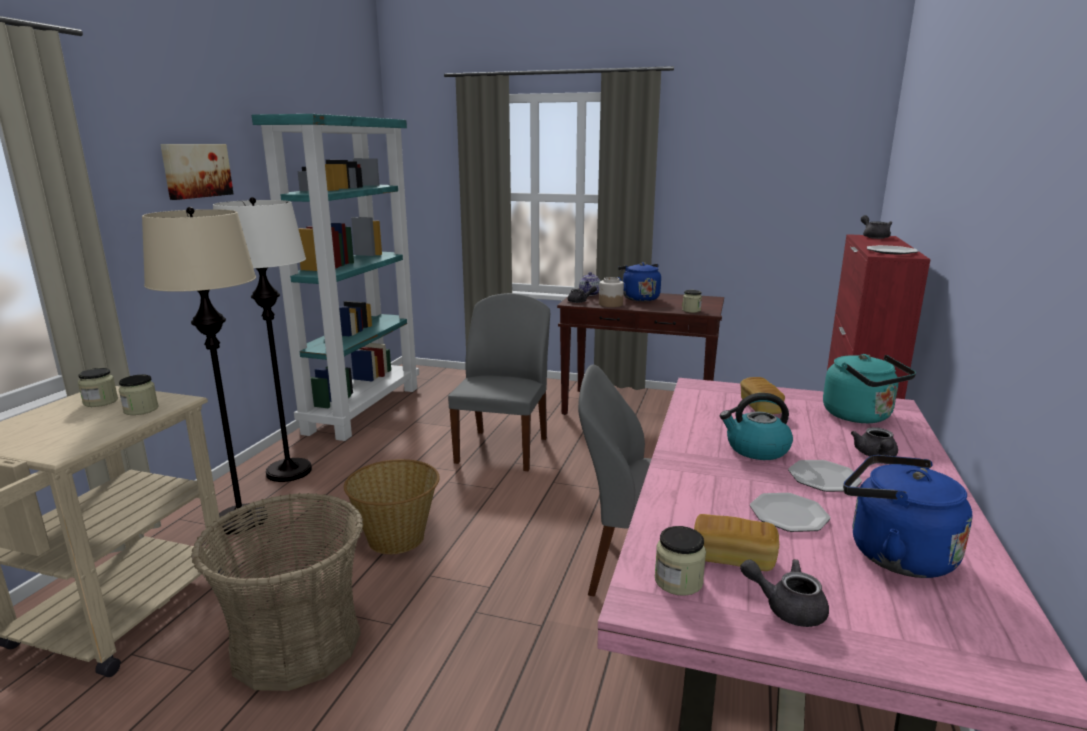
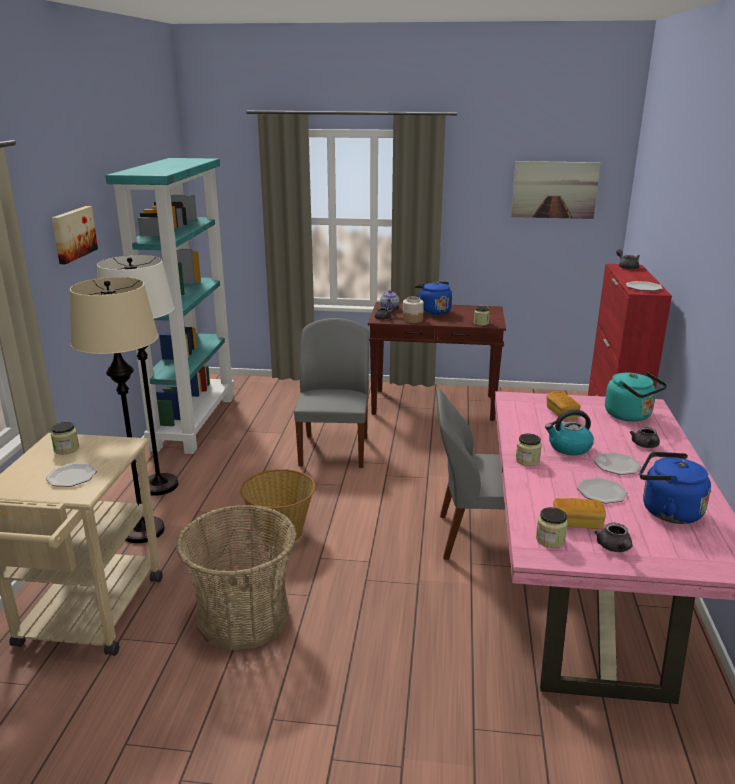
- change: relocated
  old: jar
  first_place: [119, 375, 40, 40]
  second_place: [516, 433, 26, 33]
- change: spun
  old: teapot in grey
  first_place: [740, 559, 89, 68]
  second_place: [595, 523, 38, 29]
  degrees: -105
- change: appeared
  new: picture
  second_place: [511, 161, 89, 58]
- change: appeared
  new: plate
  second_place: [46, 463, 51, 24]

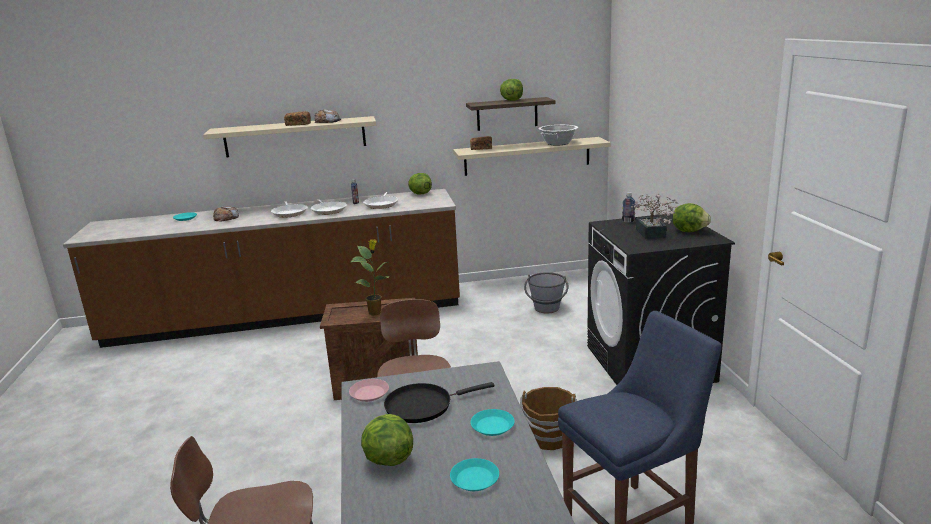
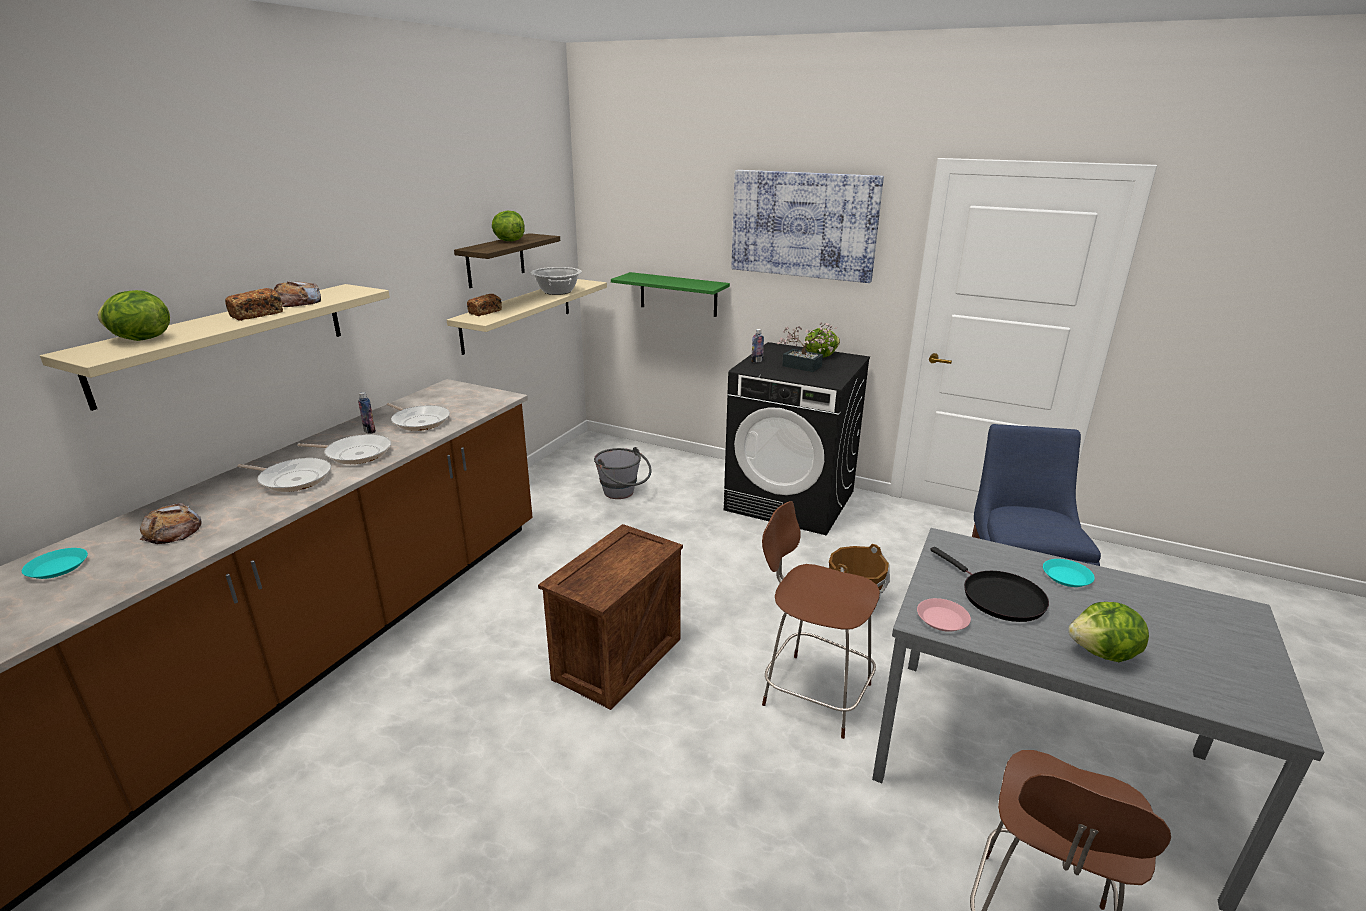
- change: relocated
  old: lettuce
  first_place: [408, 173, 24, 21]
  second_place: [97, 290, 73, 51]
- change: missing
  old: potted plant
  first_place: [351, 239, 40, 76]
- change: spun
  old: frying pan in black
  first_place: [384, 382, 110, 41]
  second_place: [930, 547, 119, 75]
  degrees: -45
- change: missing
  old: plate in turquoise
  first_place: [450, 458, 49, 33]
- change: appeared
  new: picture
  second_place: [731, 170, 153, 113]
- change: appeared
  new: shelf in green
  second_place: [611, 272, 119, 45]

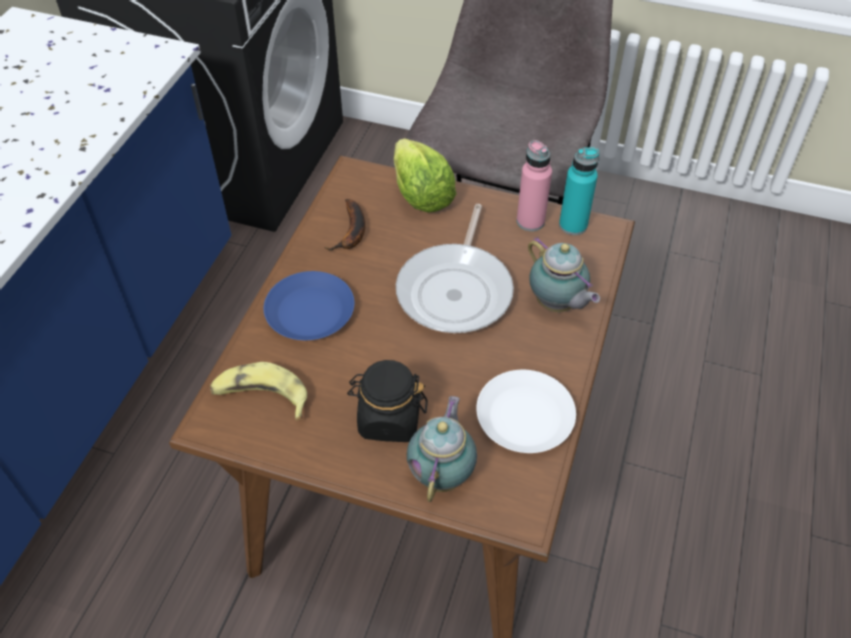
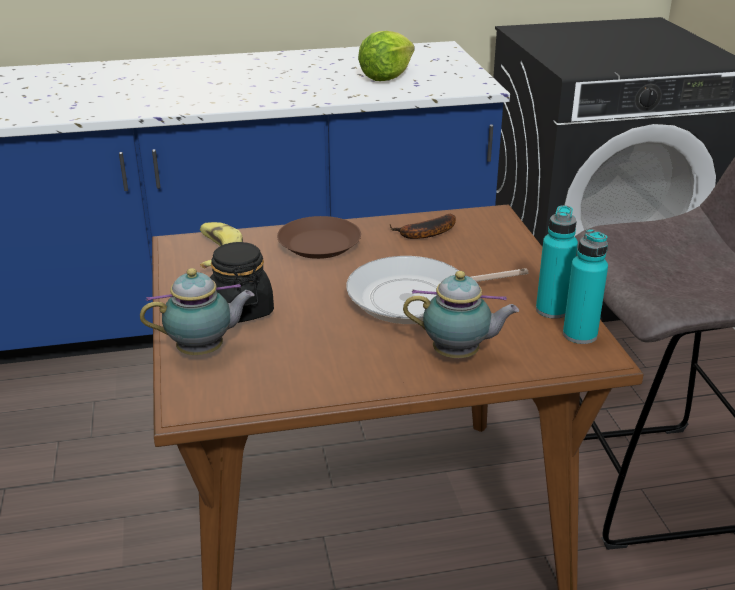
- change: relocated
  old: lettuce
  first_place: [394, 139, 62, 74]
  second_place: [358, 31, 57, 50]
- change: colour
  old: bottle in pink
  new: bottle in turquoise
  first_place: [517, 140, 35, 91]
  second_place: [536, 205, 42, 114]
- change: spun
  old: teapot
  first_place: [528, 237, 72, 75]
  second_place: [403, 271, 116, 87]
  degrees: -105
- change: colour
  old: plate in blue
  new: plate in brown
  first_place: [264, 271, 90, 69]
  second_place: [277, 216, 84, 43]
- change: missing
  old: plate in white
  first_place: [476, 370, 100, 83]

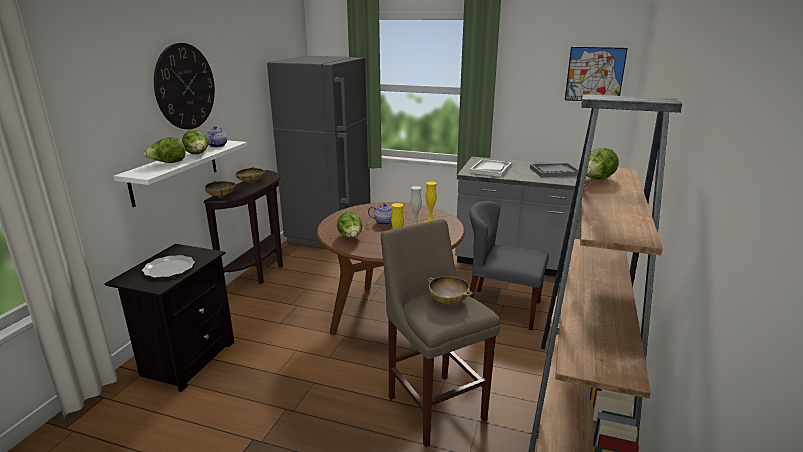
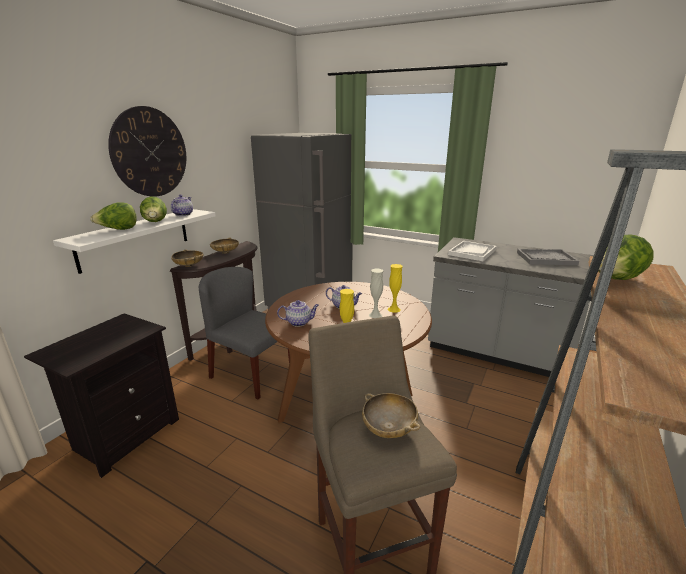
- change: missing
  old: picture
  first_place: [565, 47, 63, 54]
- change: relocated
  old: chair in grey
  first_place: [469, 201, 80, 129]
  second_place: [199, 267, 91, 132]
- change: exchanged
  old: lettuce
  new: teapot
  first_place: [337, 211, 26, 27]
  second_place: [277, 300, 42, 27]
- change: missing
  old: plate
  first_place: [142, 255, 53, 23]

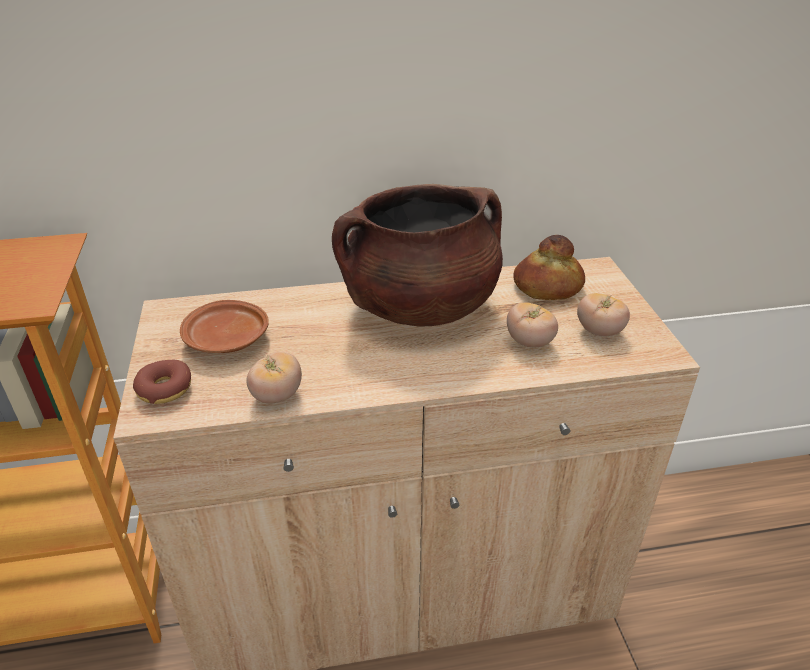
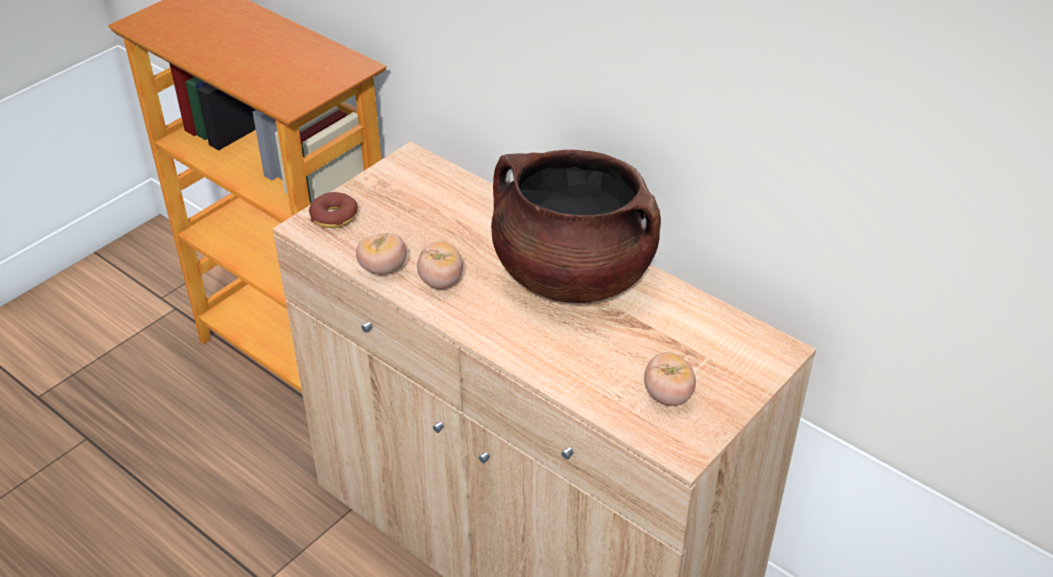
- change: missing
  old: bread
  first_place: [513, 235, 72, 65]
- change: missing
  old: plate in brown
  first_place: [180, 300, 89, 53]
- change: relocated
  old: tomato
  first_place: [507, 302, 51, 46]
  second_place: [417, 241, 46, 48]

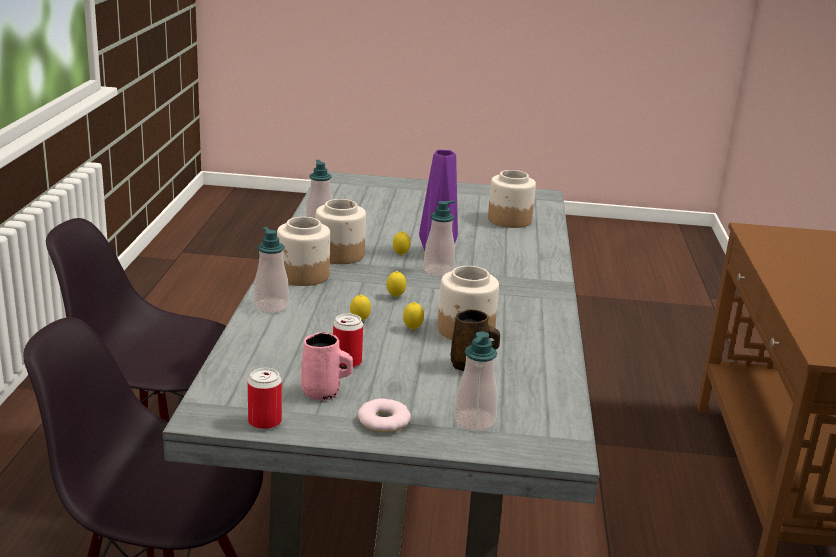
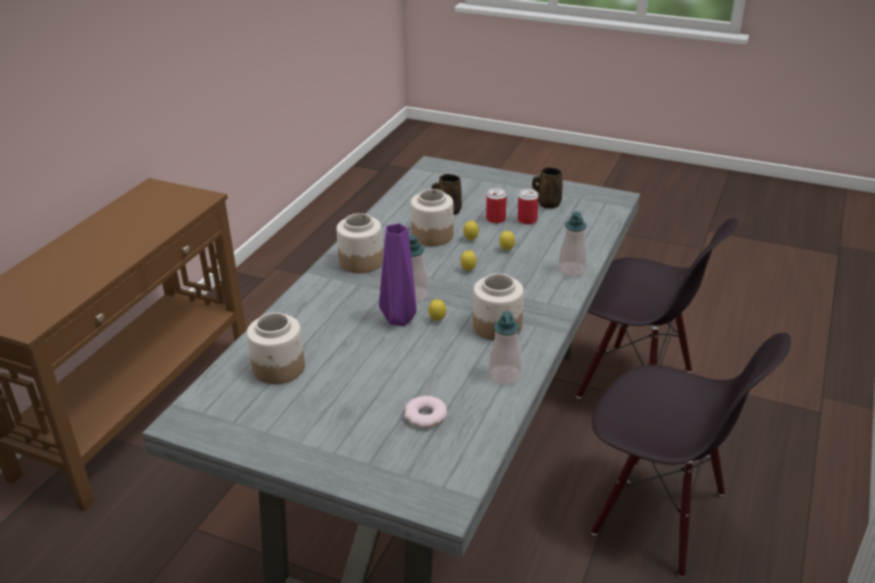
- change: relocated
  old: jar
  first_place: [277, 217, 53, 69]
  second_place: [336, 213, 47, 60]
- change: colour
  old: mug in pink
  new: mug in brown
  first_place: [301, 332, 52, 69]
  second_place: [532, 167, 30, 42]
- change: missing
  old: soap dispenser
  first_place: [454, 332, 44, 99]
- change: relocated
  old: can
  first_place: [248, 368, 34, 61]
  second_place: [486, 188, 21, 36]
- change: relocated
  old: donut
  first_place: [357, 398, 54, 34]
  second_place: [404, 396, 43, 32]

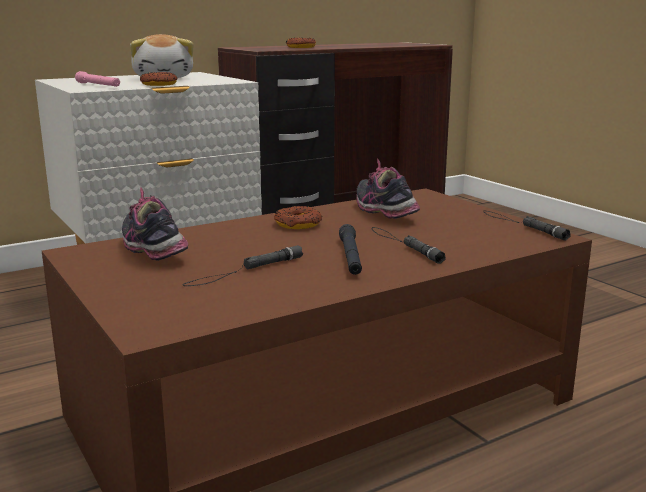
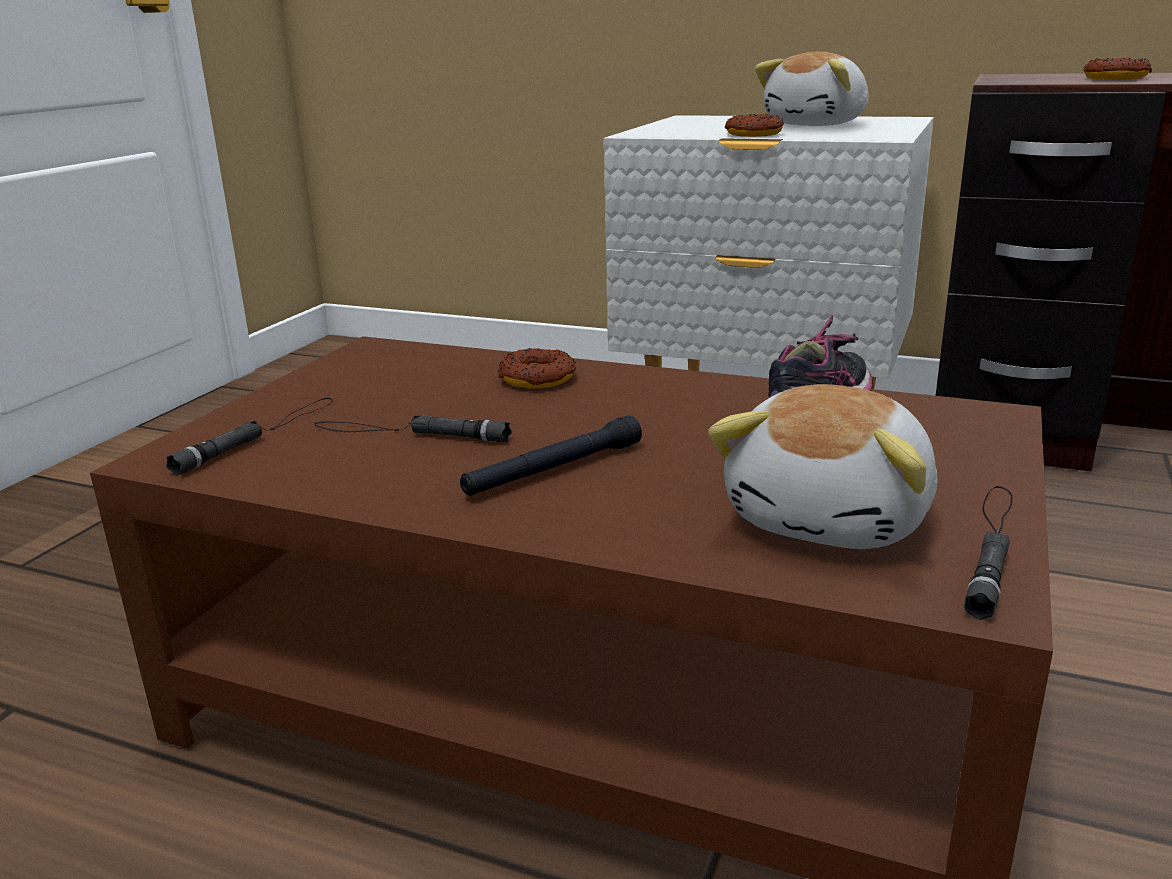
- change: missing
  old: flashlight in pink
  first_place: [75, 71, 45, 16]
- change: missing
  old: shoe
  first_place: [122, 187, 66, 74]
- change: relocated
  old: donut
  first_place: [274, 206, 48, 23]
  second_place: [498, 348, 78, 41]
- change: relocated
  old: flashlight in black
  first_place: [372, 227, 74, 37]
  second_place: [166, 398, 167, 78]
- change: appeared
  new: plush toy
  second_place: [708, 384, 229, 165]

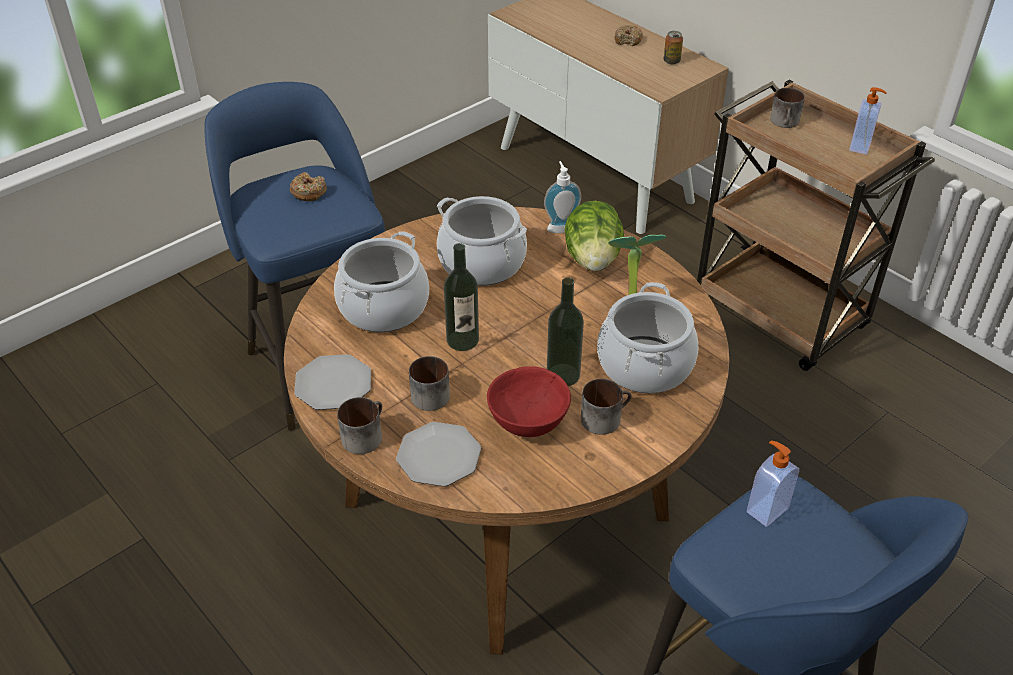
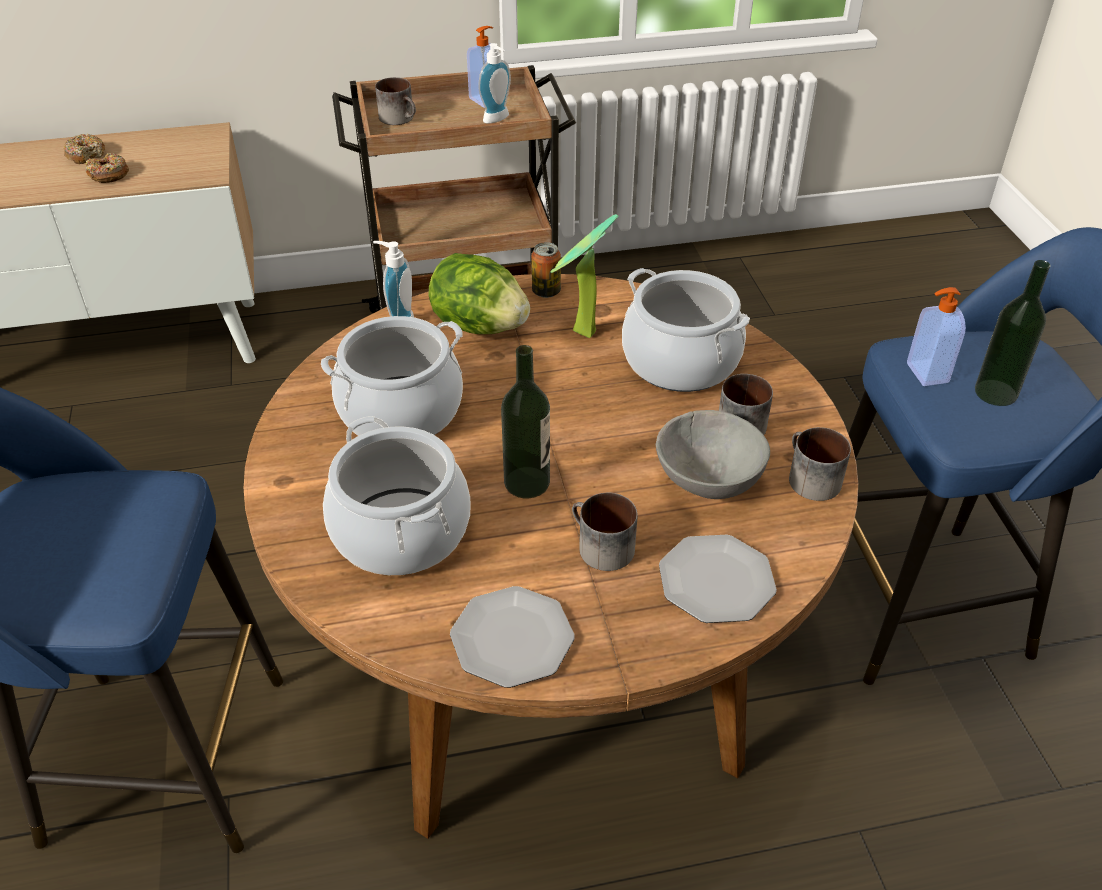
- change: relocated
  old: can
  first_place: [664, 31, 19, 34]
  second_place: [531, 242, 30, 56]
- change: relocated
  old: donut
  first_place: [290, 172, 37, 29]
  second_place: [85, 153, 44, 30]
- change: relocated
  old: bottle
  first_place: [547, 277, 37, 109]
  second_place: [975, 260, 76, 146]
- change: colour
  old: bowl in red
  new: bowl in grey
  first_place: [487, 366, 84, 71]
  second_place: [656, 410, 114, 89]
- change: relocated
  old: mug
  first_place: [337, 397, 45, 57]
  second_place: [789, 427, 62, 74]
- change: appeared
  new: soap dispenser
  second_place: [478, 43, 33, 80]

